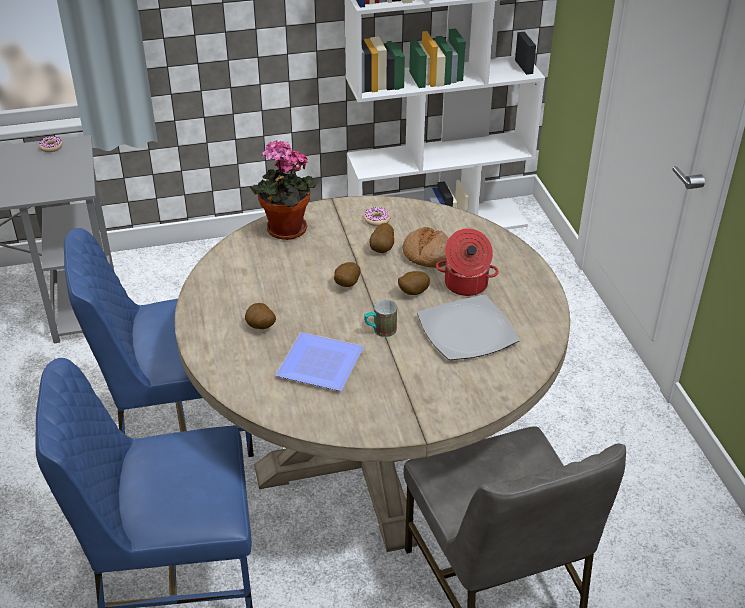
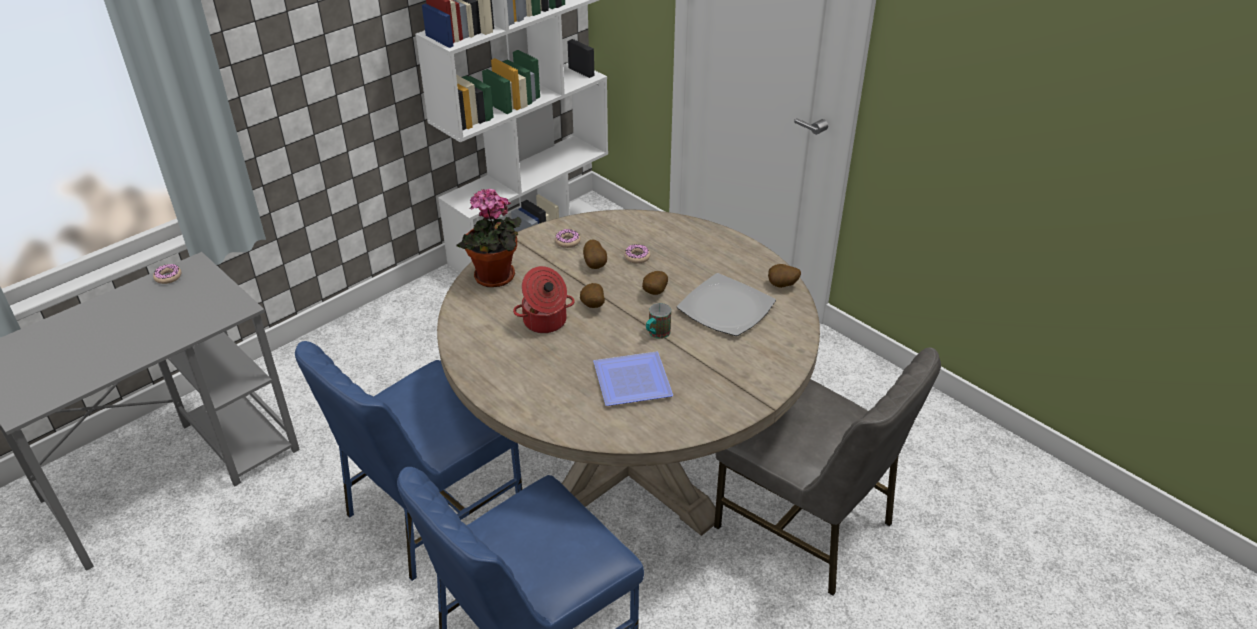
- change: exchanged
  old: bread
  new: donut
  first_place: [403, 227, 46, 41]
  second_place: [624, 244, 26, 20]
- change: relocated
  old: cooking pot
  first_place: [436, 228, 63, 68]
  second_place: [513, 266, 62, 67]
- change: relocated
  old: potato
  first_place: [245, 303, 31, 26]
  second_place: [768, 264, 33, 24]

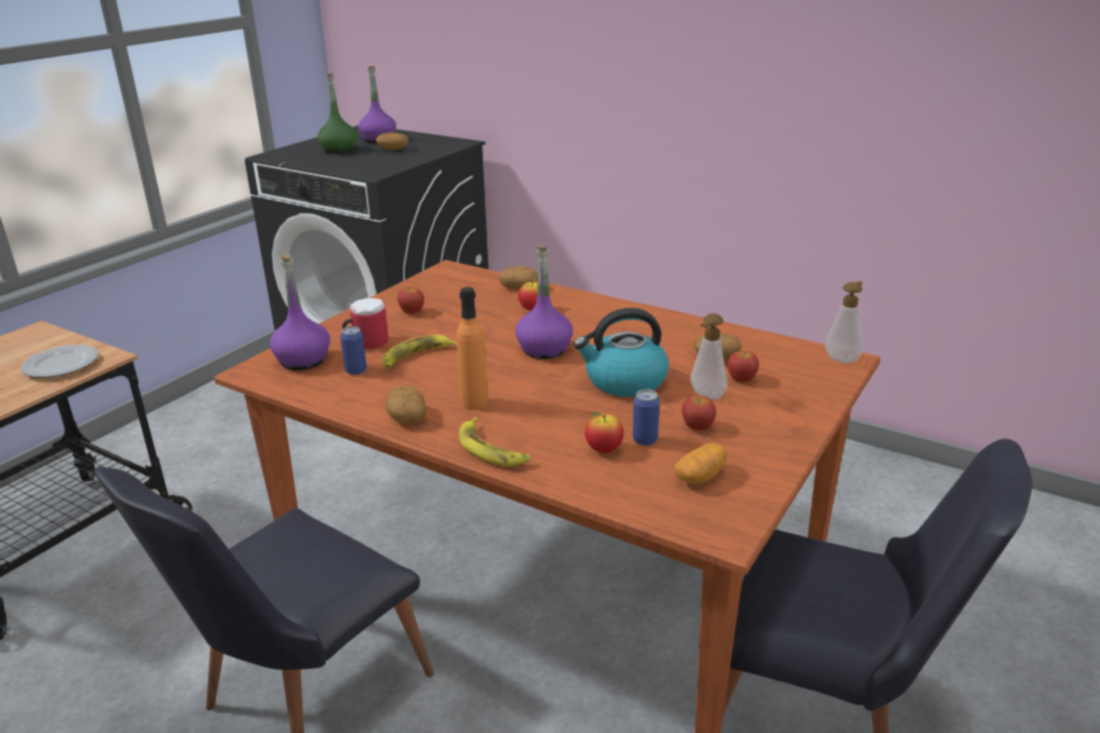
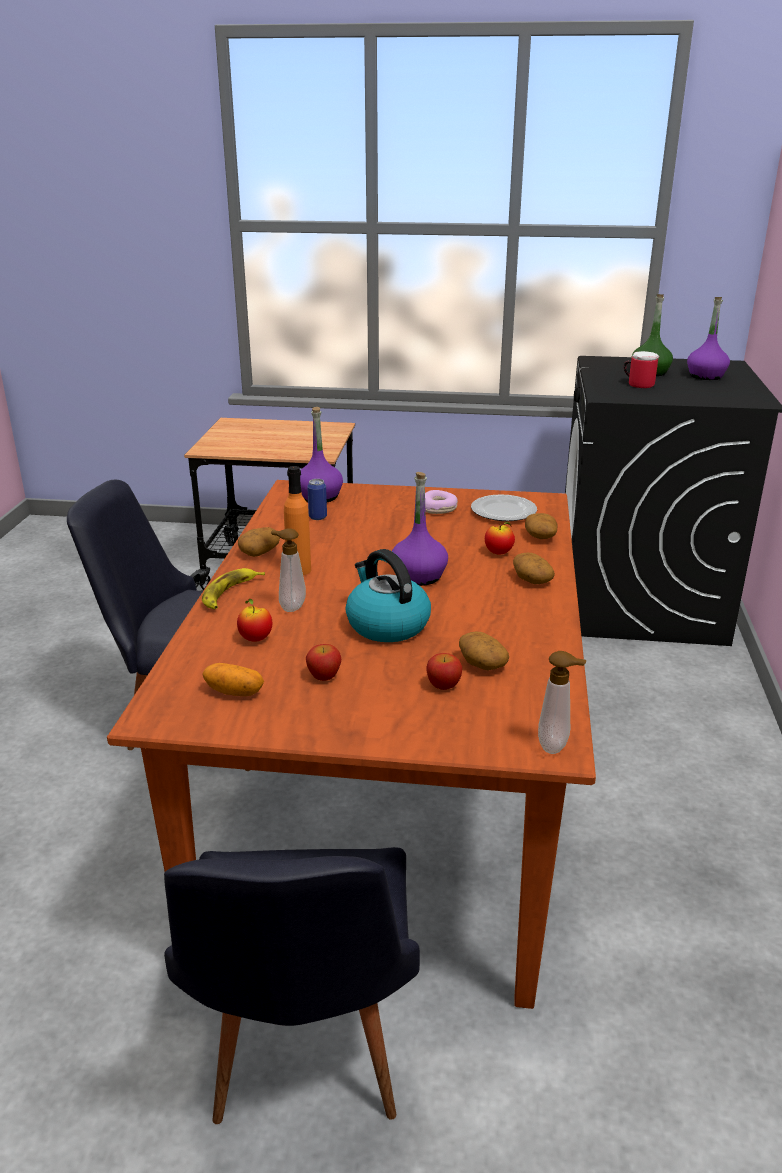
- change: relocated
  old: potato
  first_place: [376, 132, 33, 18]
  second_place: [513, 553, 42, 31]
- change: exchanged
  old: apple
  new: donut
  first_place: [397, 287, 27, 27]
  second_place: [425, 490, 33, 24]
- change: relocated
  old: mug
  first_place: [342, 298, 46, 51]
  second_place: [624, 351, 35, 37]
- change: relocated
  old: soap dispenser
  first_place: [691, 313, 36, 86]
  second_place: [271, 528, 35, 84]
- change: missing
  old: banana
  first_place: [382, 335, 75, 33]
- change: relocated
  old: plate
  first_place: [21, 345, 77, 33]
  second_place: [471, 495, 66, 26]
- change: missing
  old: can
  first_place: [633, 389, 27, 57]

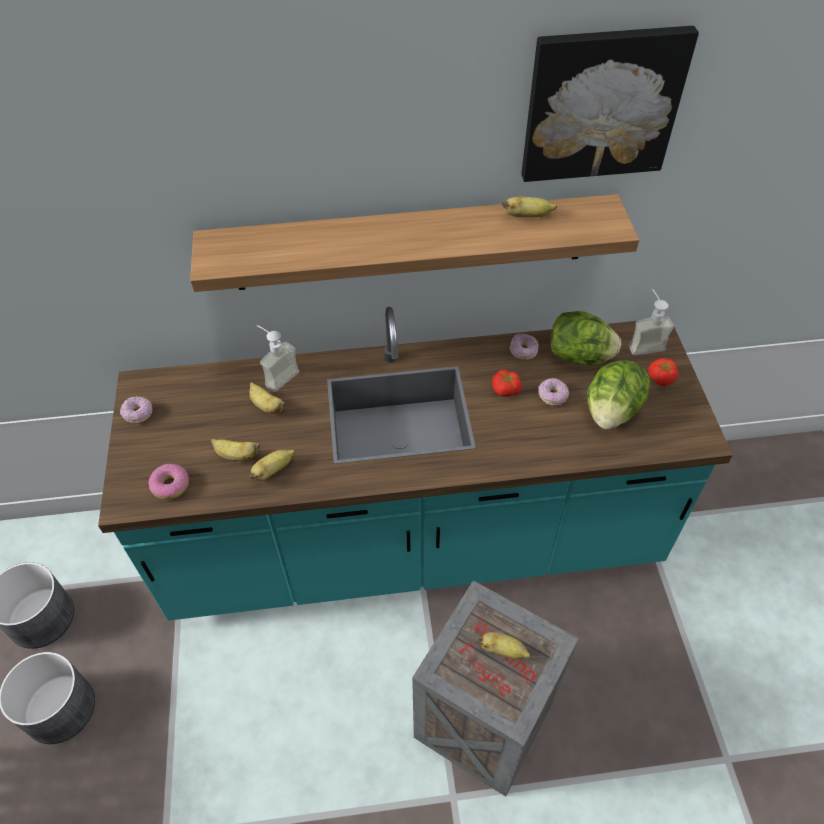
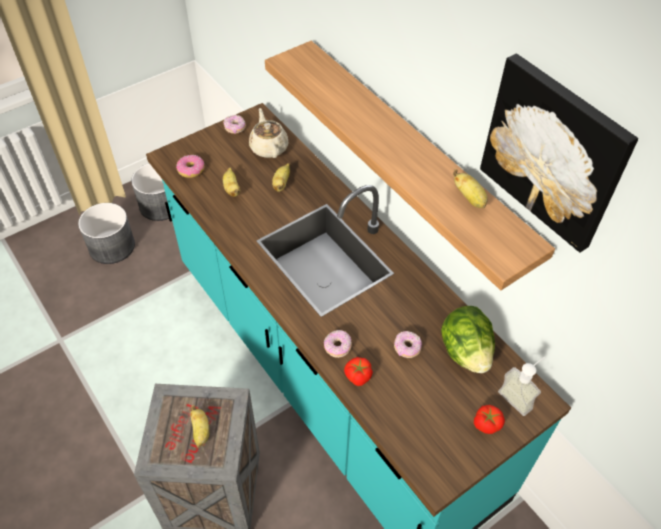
- change: missing
  old: soap dispenser
  first_place: [257, 325, 42, 67]
- change: relocated
  old: donut
  first_place: [510, 334, 28, 26]
  second_place: [324, 330, 28, 28]
- change: missing
  old: lettuce
  first_place: [587, 360, 63, 69]
- change: relocated
  old: tomato
  first_place: [492, 370, 30, 27]
  second_place: [344, 357, 29, 29]
- change: missing
  old: banana
  first_place: [250, 450, 45, 31]
- change: appeared
  new: teapot in beige
  second_place: [249, 108, 40, 50]

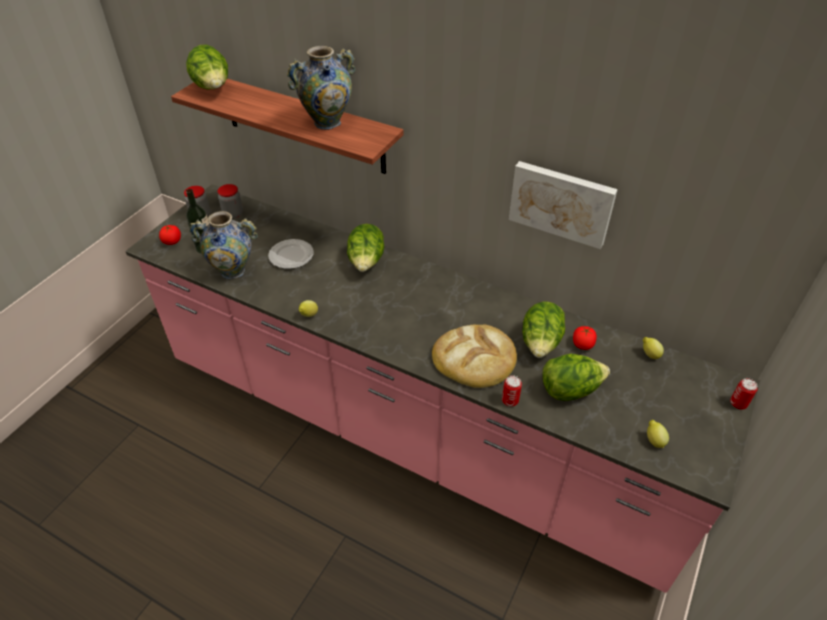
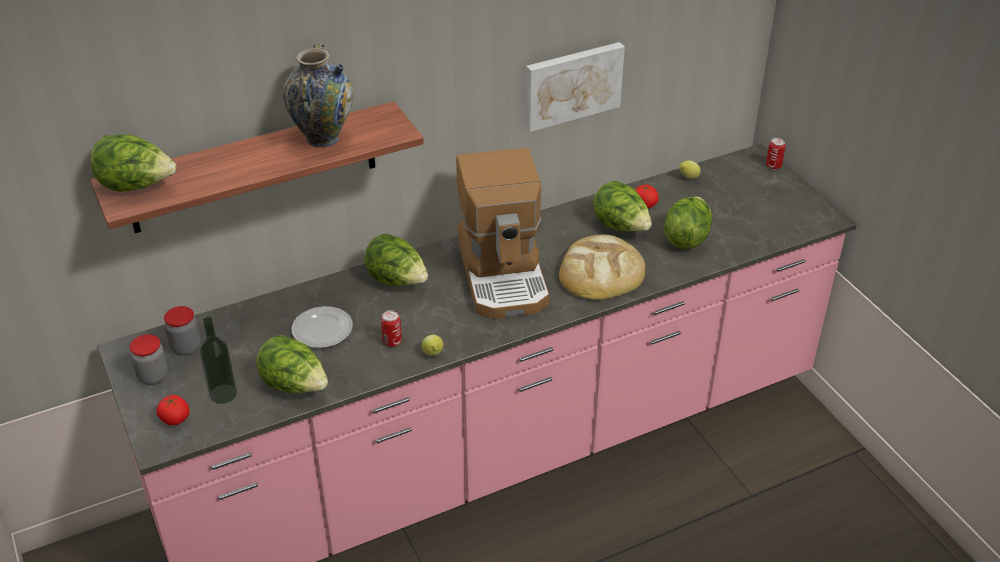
- change: exchanged
  old: vase
  new: lettuce
  first_place: [189, 211, 69, 68]
  second_place: [256, 335, 72, 59]
- change: relocated
  old: can
  first_place: [502, 375, 20, 32]
  second_place: [381, 310, 21, 37]
- change: missing
  old: lemon
  first_place: [647, 420, 22, 28]
- change: appeared
  new: coffee machine
  second_place: [456, 148, 93, 171]

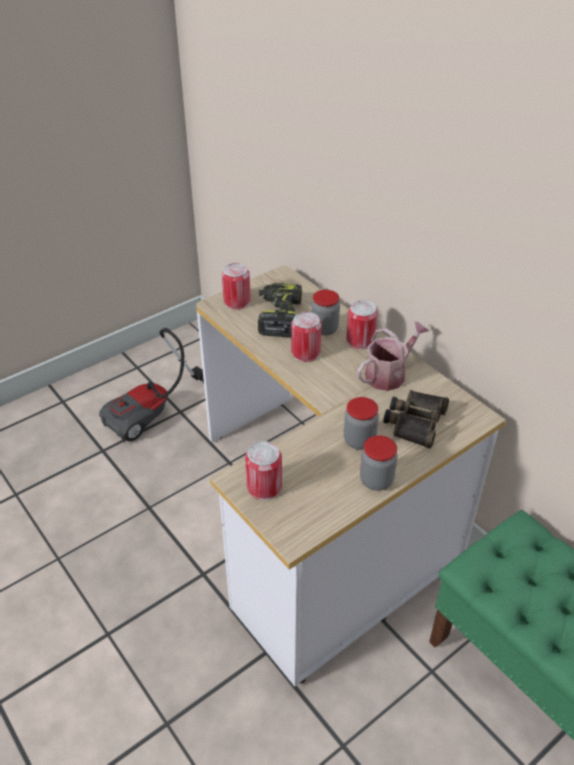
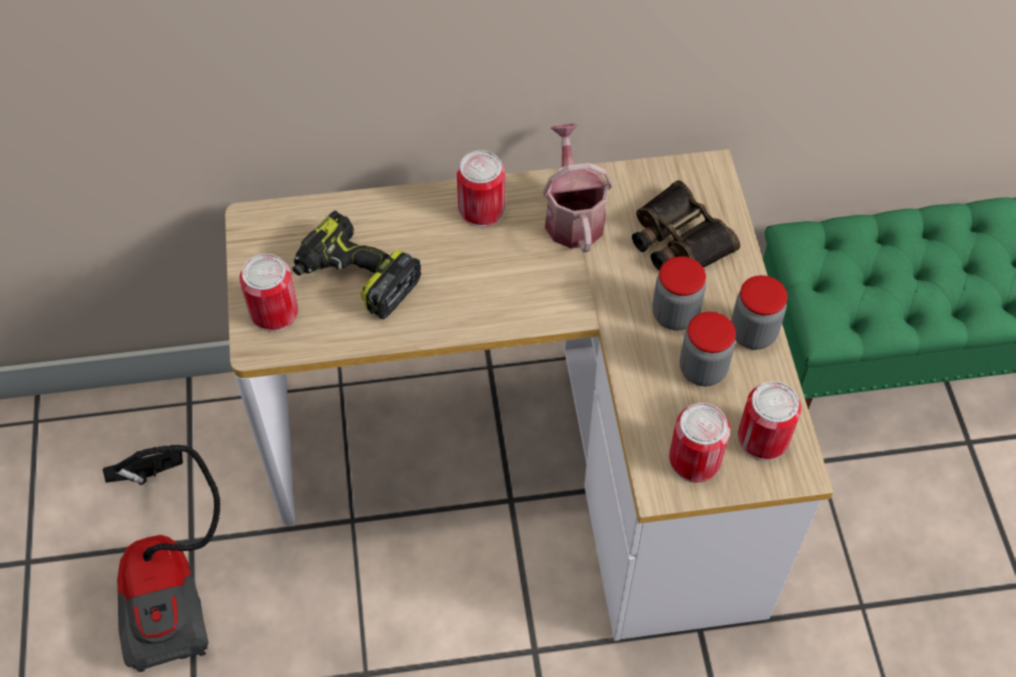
- change: relocated
  old: jar
  first_place: [311, 290, 29, 46]
  second_place: [680, 312, 56, 75]
- change: relocated
  old: can
  first_place: [291, 312, 31, 50]
  second_place: [738, 381, 63, 80]

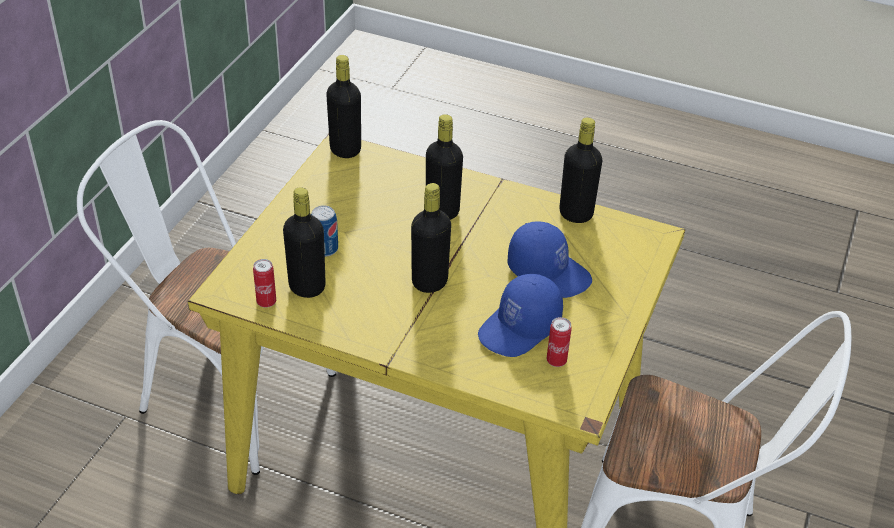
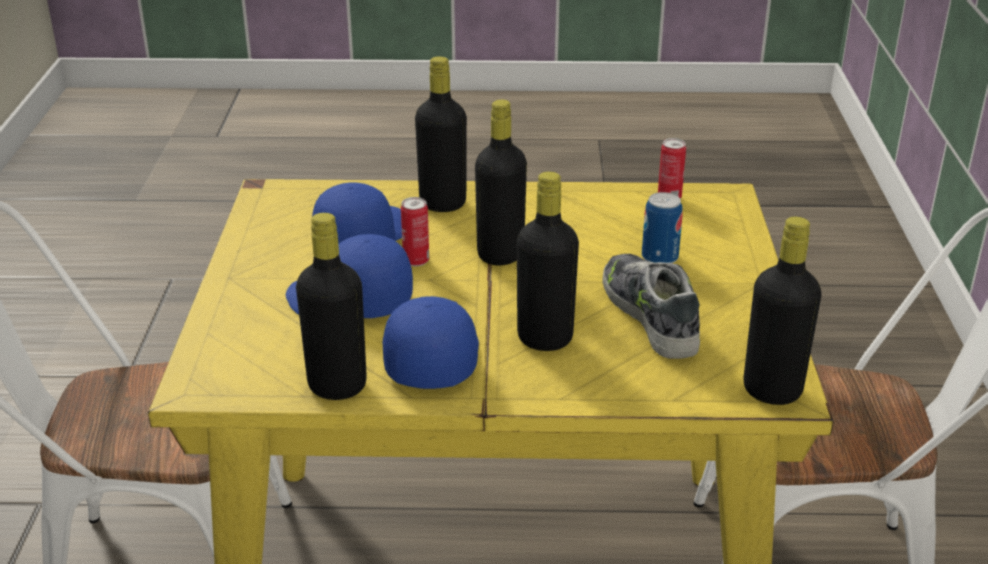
- change: relocated
  old: bottle in black
  first_place: [283, 187, 43, 111]
  second_place: [415, 56, 52, 156]
- change: relocated
  old: can
  first_place: [547, 317, 25, 50]
  second_place: [401, 197, 28, 70]
- change: appeared
  new: shoe
  second_place: [602, 254, 98, 105]
- change: appeared
  new: cap in blue
  second_place: [383, 296, 96, 93]

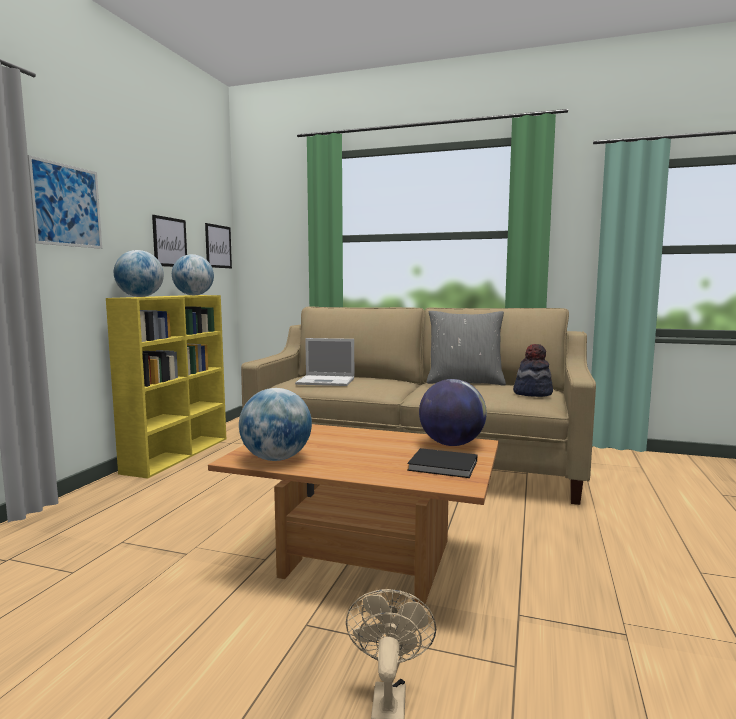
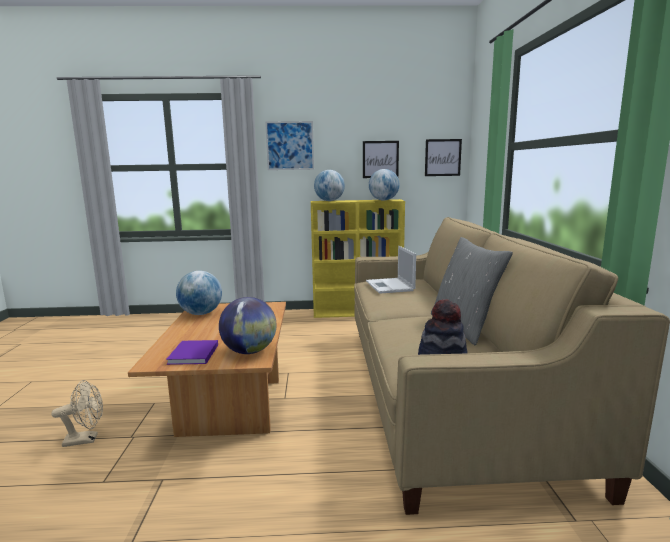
- change: colour
  old: book in black
  new: book in purple
  first_place: [407, 448, 70, 30]
  second_place: [166, 340, 52, 25]

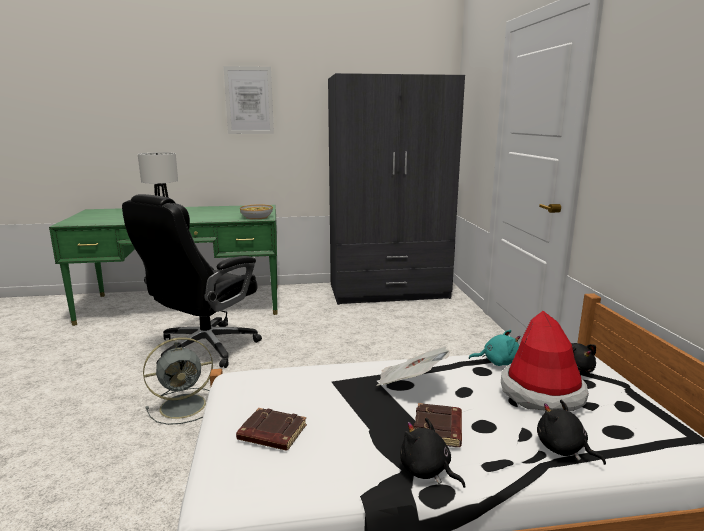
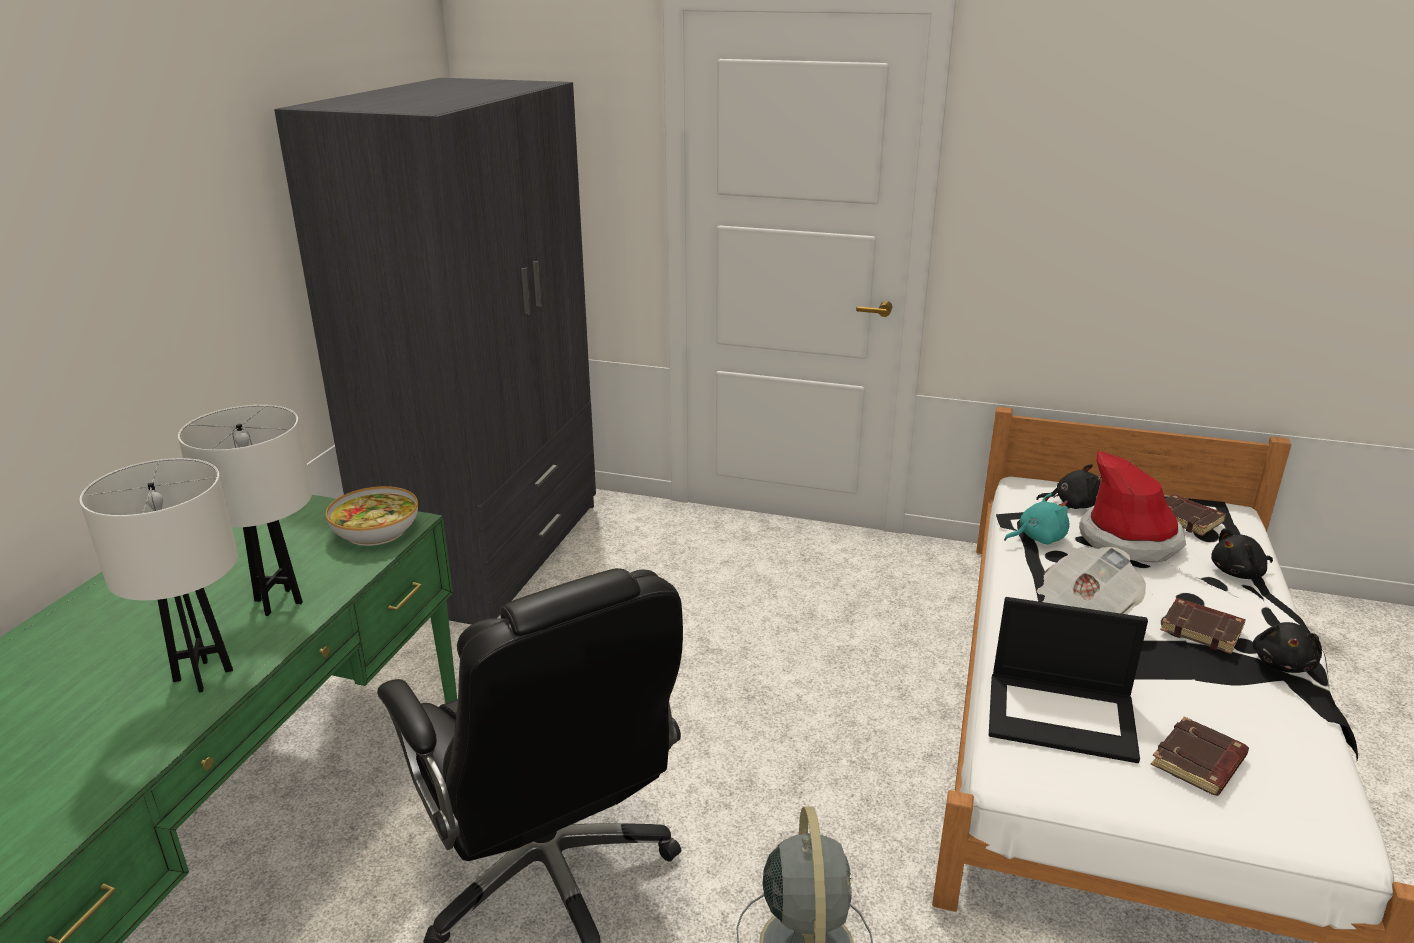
- change: missing
  old: picture
  first_place: [224, 66, 50, 68]
- change: spun
  old: plush toy in turquoise
  first_place: [469, 330, 52, 36]
  second_place: [1004, 493, 65, 51]
  degrees: 45
- change: spun
  old: plush toy in black
  first_place: [400, 418, 65, 70]
  second_place: [1253, 622, 69, 51]
  degrees: -45
- change: appeared
  new: table lamp in white
  second_place: [178, 405, 134, 211]
- change: appeared
  new: book in brown
  second_place: [1165, 494, 61, 42]
- change: appeared
  new: laptop
  second_place: [989, 597, 159, 166]

